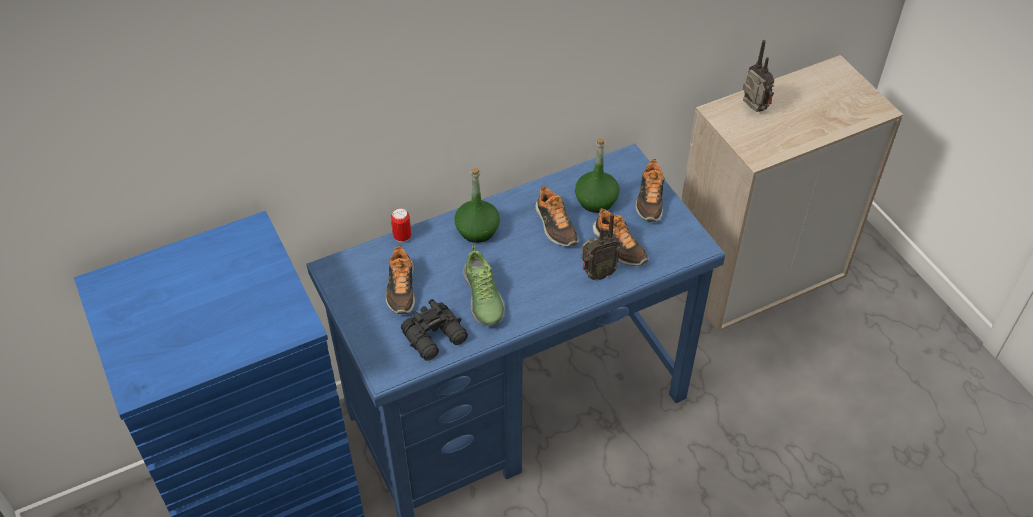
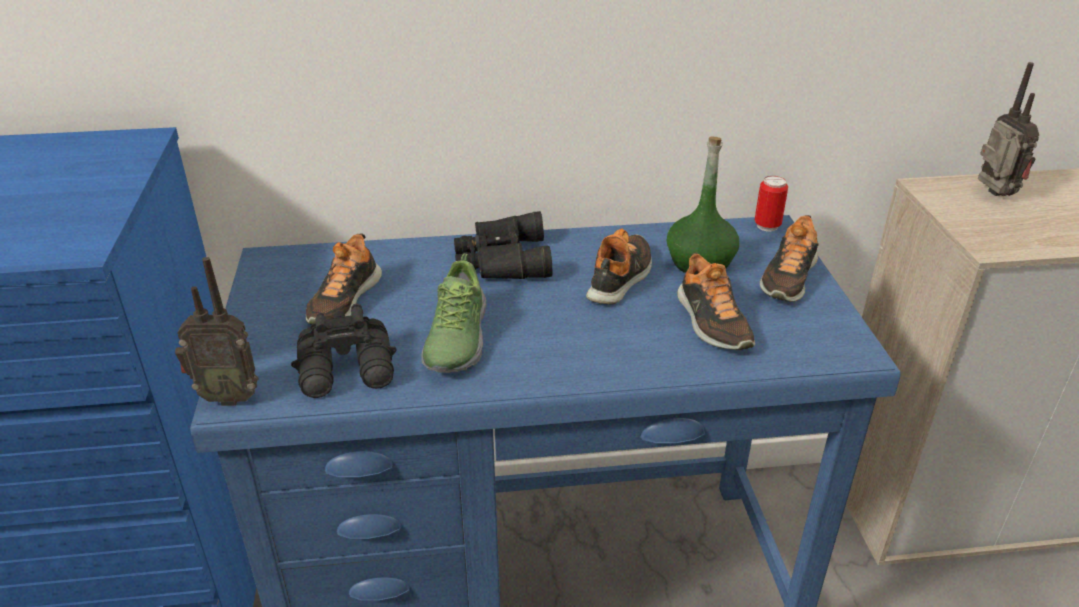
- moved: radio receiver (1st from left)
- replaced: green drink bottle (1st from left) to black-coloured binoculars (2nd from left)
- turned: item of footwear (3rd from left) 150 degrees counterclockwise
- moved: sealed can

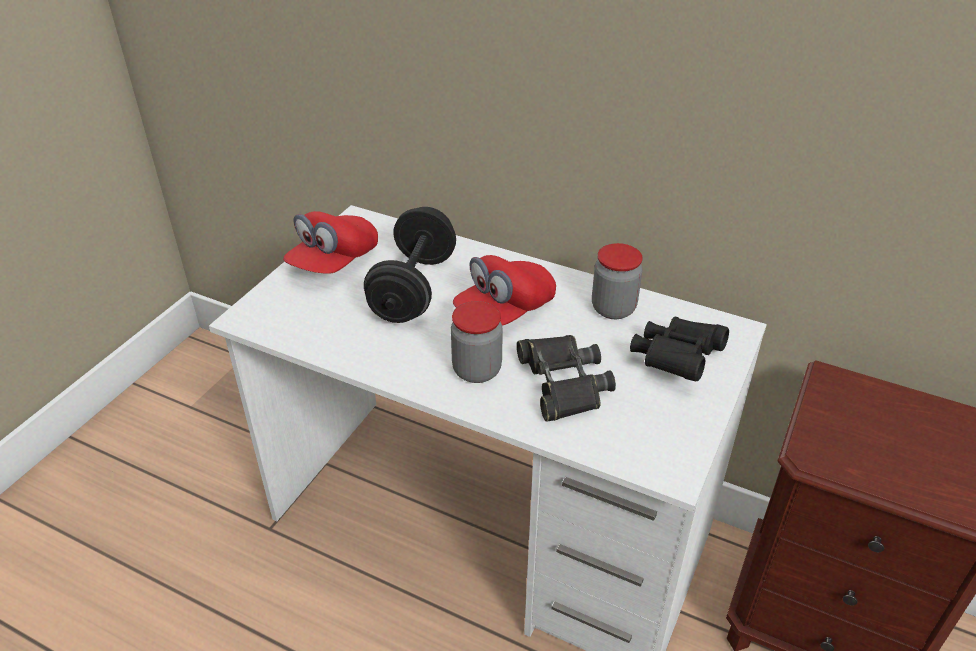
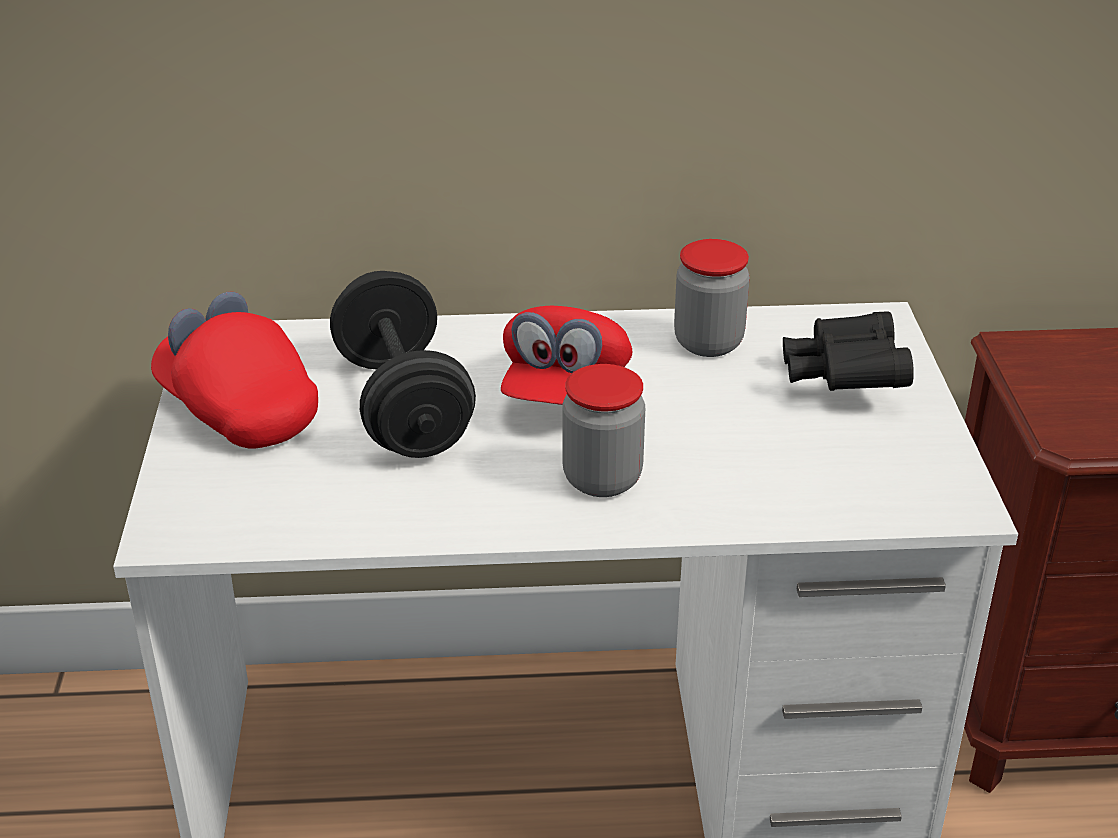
- turned: red baseball cap (1st from left) 135 degrees clockwise
- removed: black-coloured binoculars (1st from left)

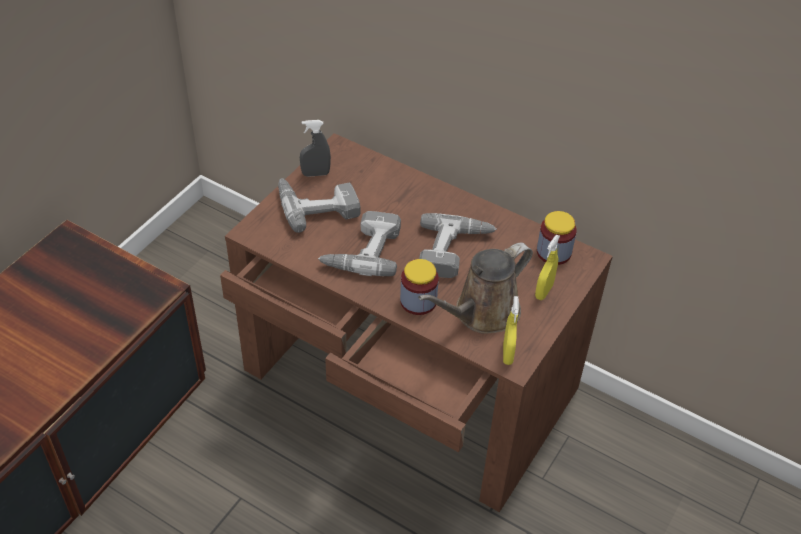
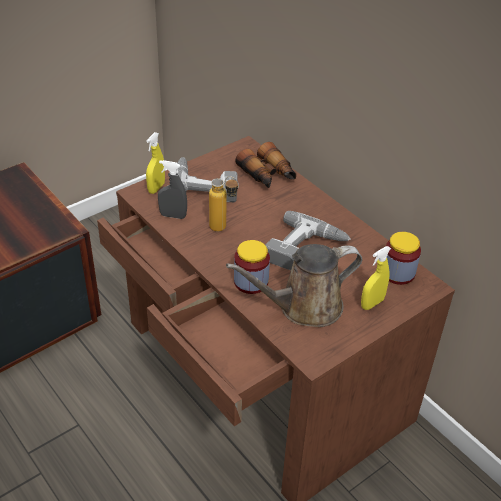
- moved: yellow-coloured spray bottle (1st from left)
- moved: grey spray bottle
- replaced: power drill (2nd from left) to drink bottle
- added: binoculars

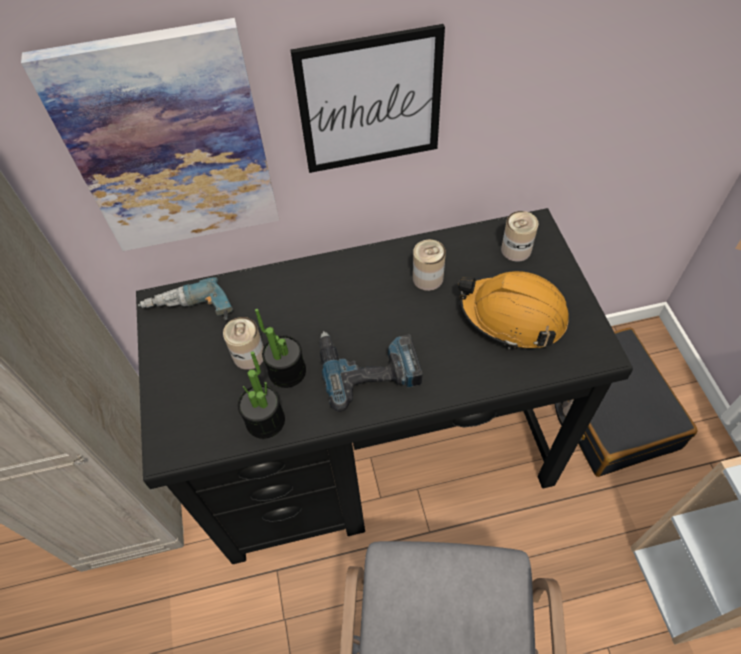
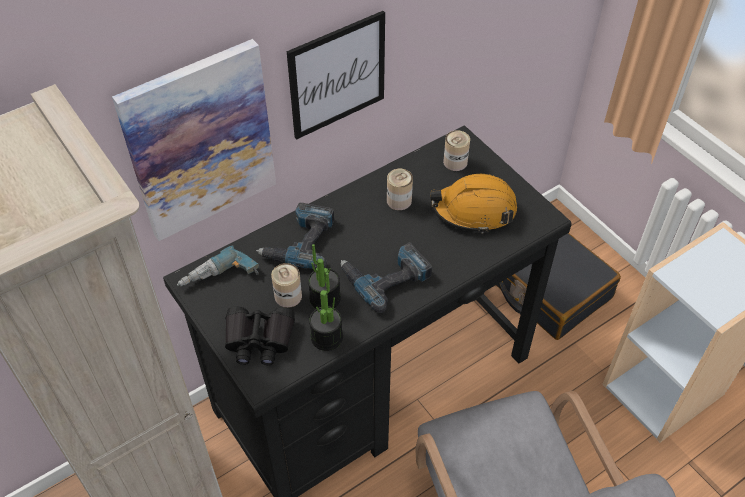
- added: black-coloured binoculars
- added: power drill (2nd from left)

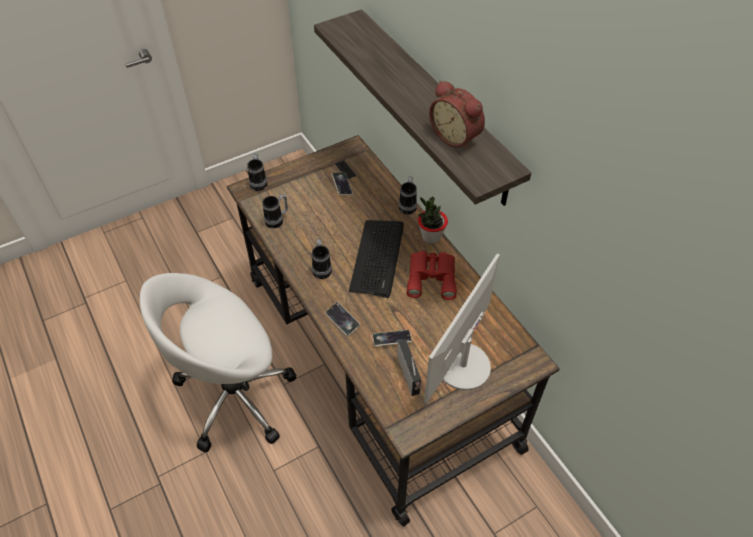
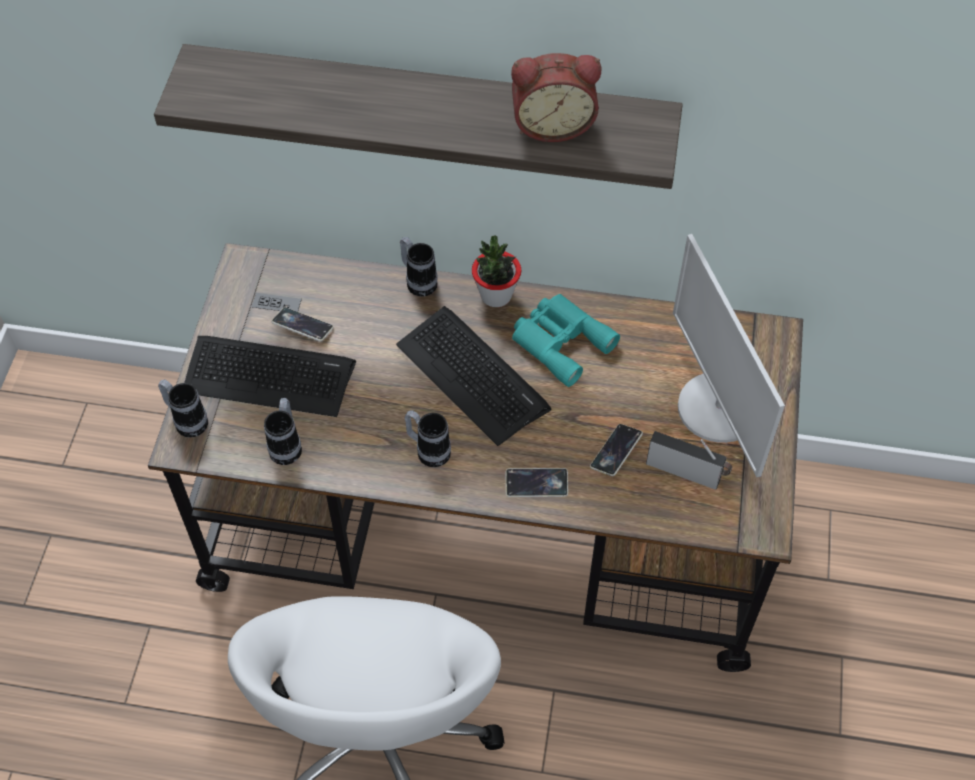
- added: keyboard (1st from left)
- recoloured: red binoculars to blue-green binoculars

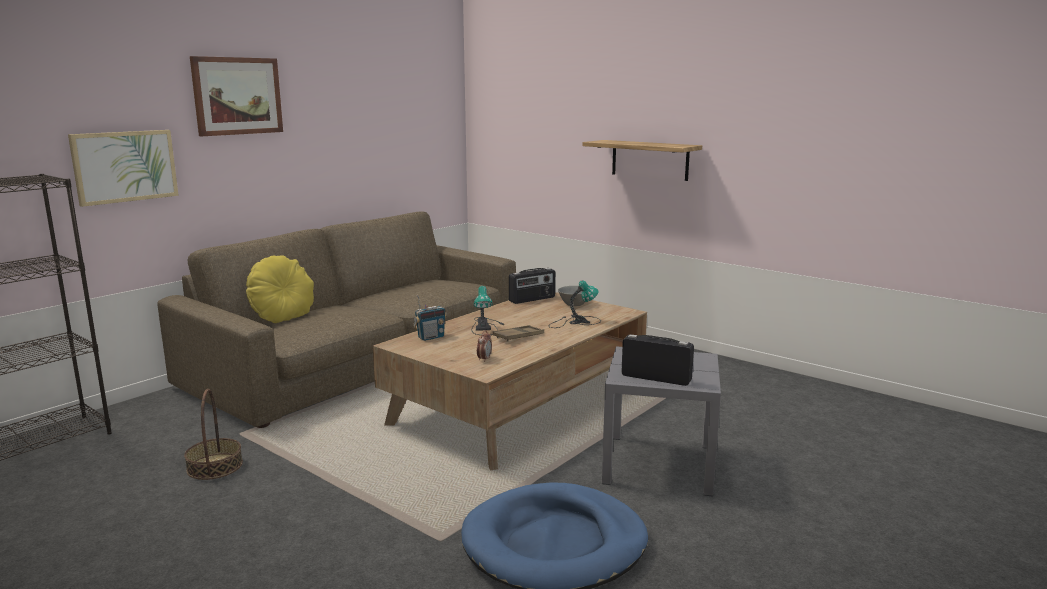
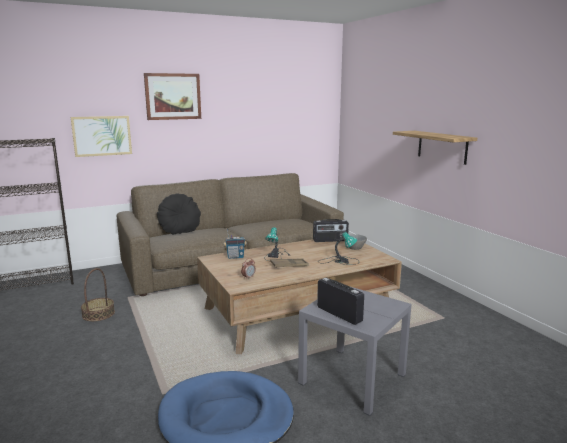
- recoloured: yellow-coloured cushion to black-coloured cushion

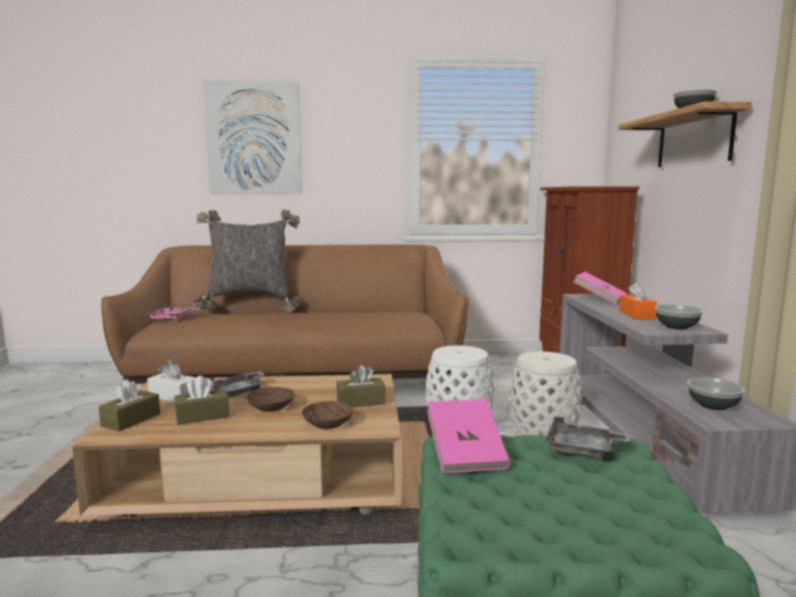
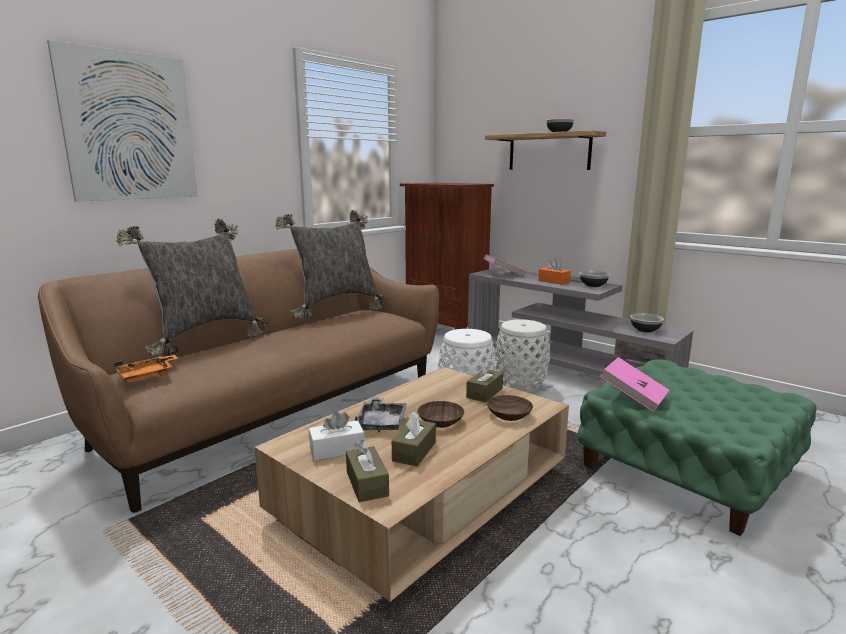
- recoloured: pinkish carrying tray to orange carrying tray
- added: cushion (2nd from left)
- removed: grey carrying tray (2nd from left)

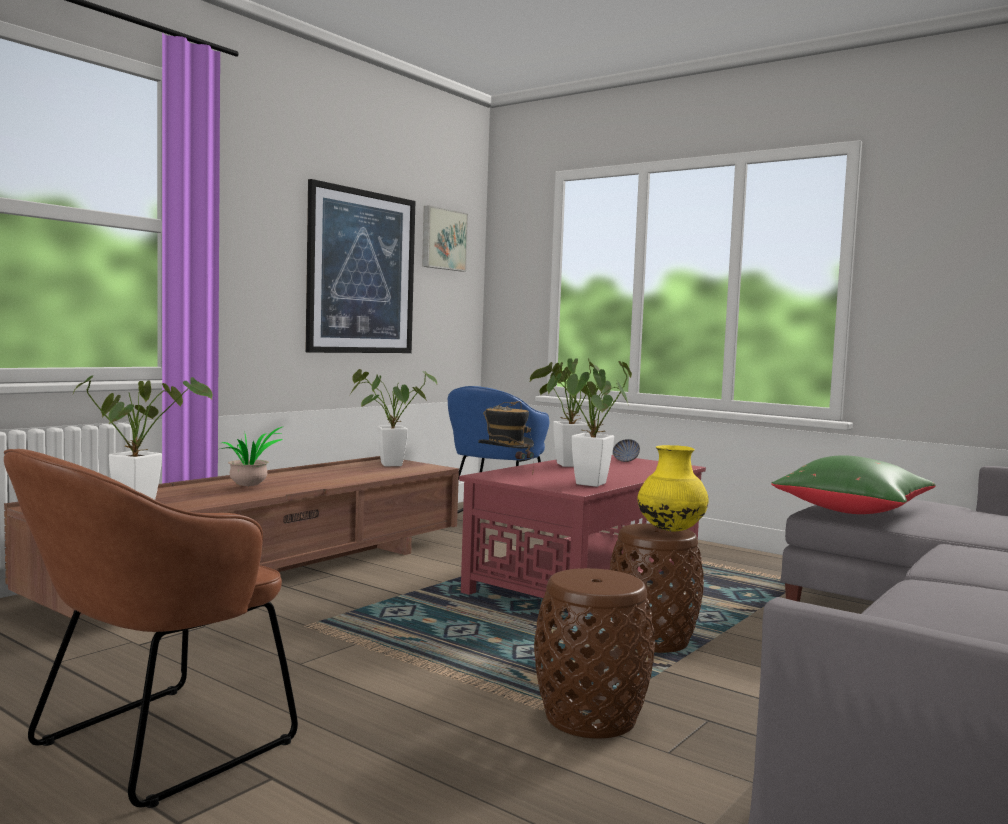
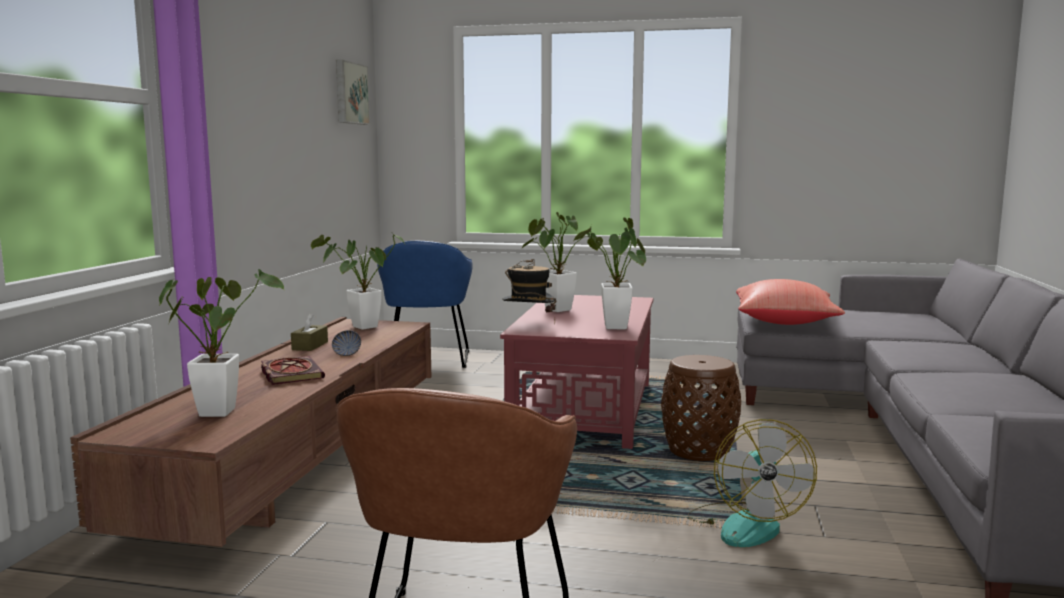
- replaced: houseplant (2nd from left) to book
- added: brown box of tissues
- moved: deep dish
- replaced: brown sitting stool (1st from left) to fan
- recoloured: green cushion to red cushion
- removed: picture (1st from left)
- removed: yellow-coloured decorative vase

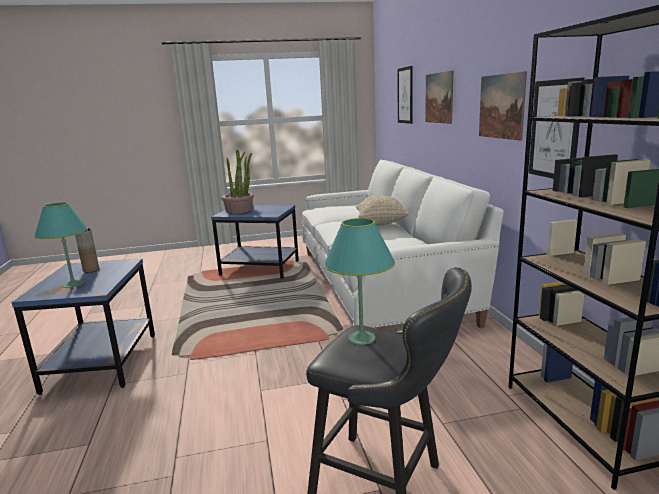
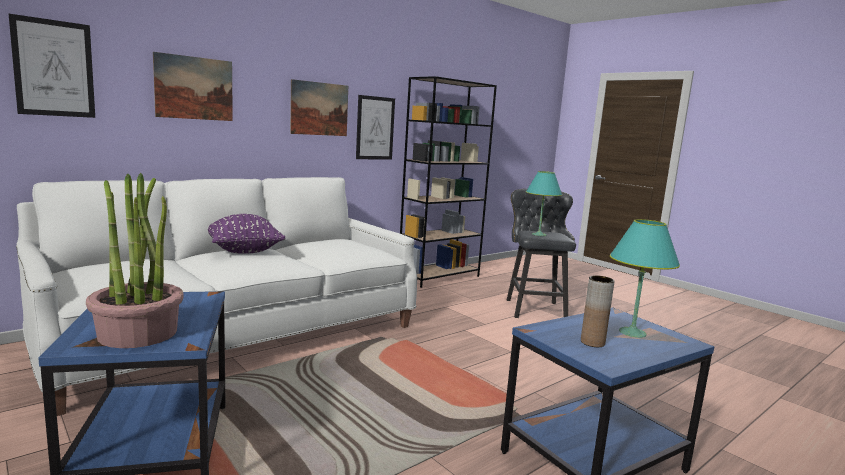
- recoloured: beige-coloured cushion to purple cushion

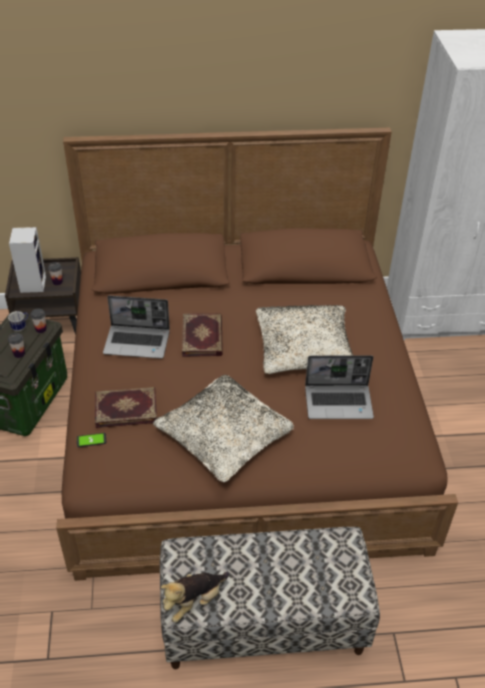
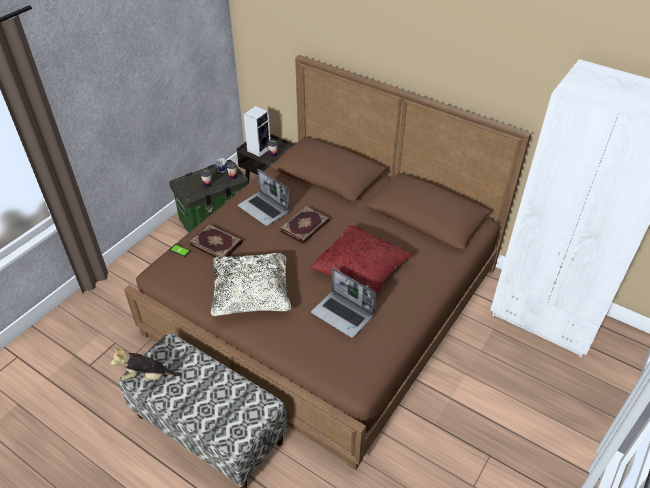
- recoloured: beige-coloured cushion (2nd from left) to red cushion

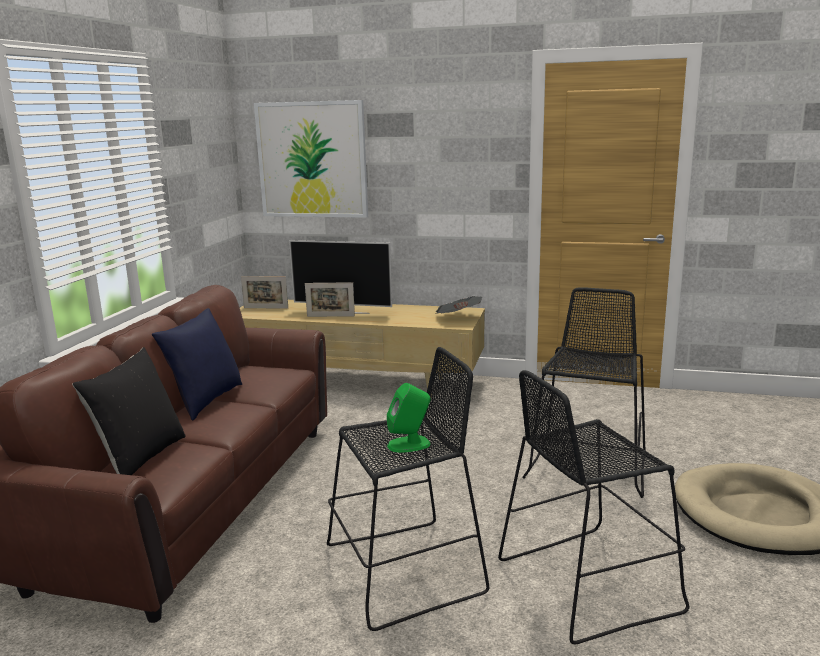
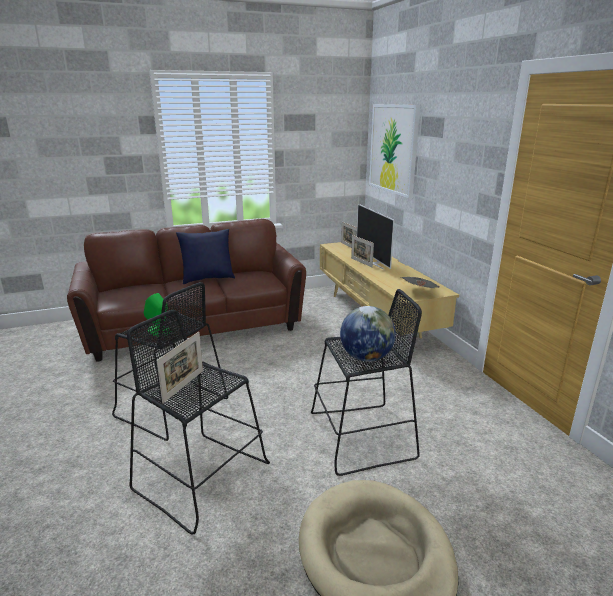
- added: standing frame (1st from left)
- added: world globe
- removed: black-coloured cushion

